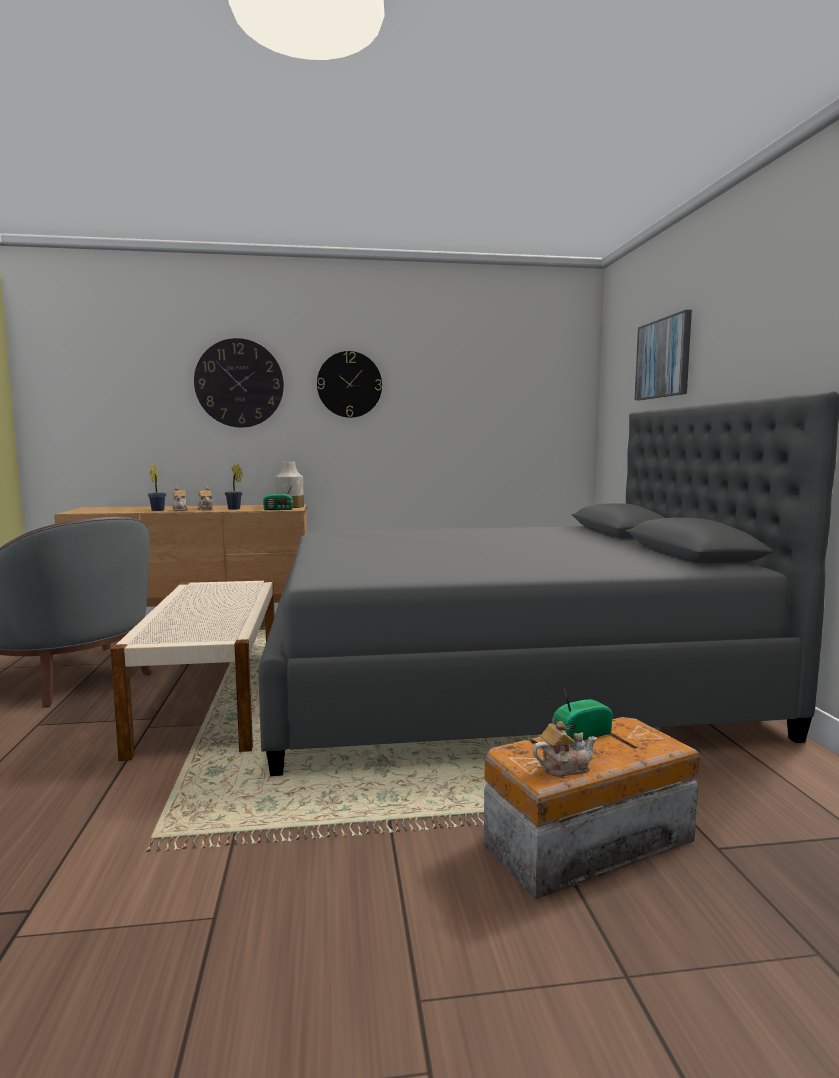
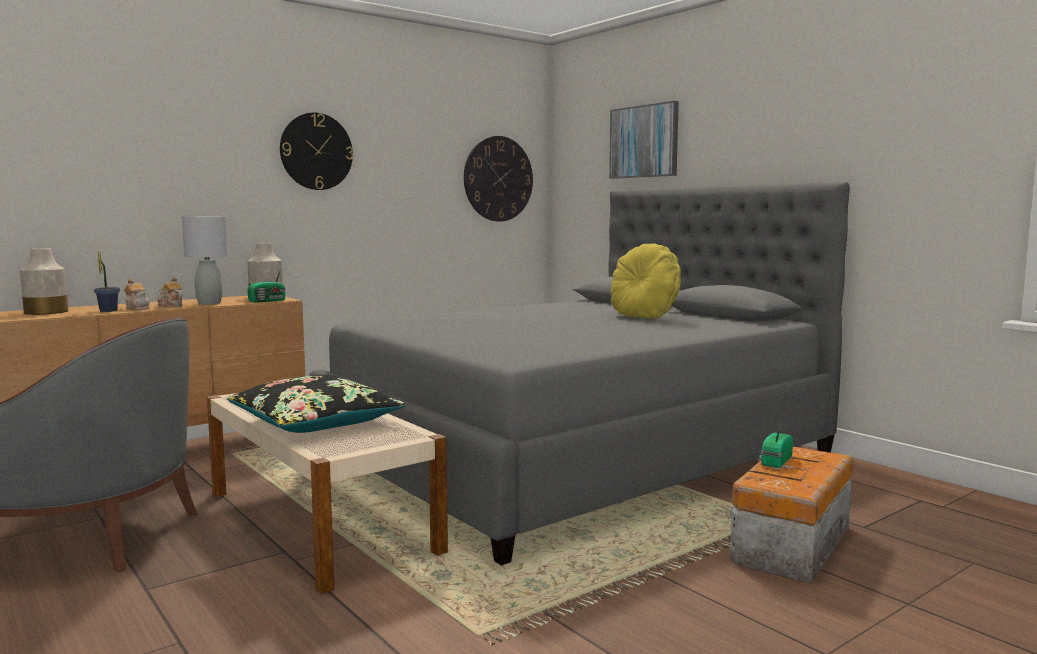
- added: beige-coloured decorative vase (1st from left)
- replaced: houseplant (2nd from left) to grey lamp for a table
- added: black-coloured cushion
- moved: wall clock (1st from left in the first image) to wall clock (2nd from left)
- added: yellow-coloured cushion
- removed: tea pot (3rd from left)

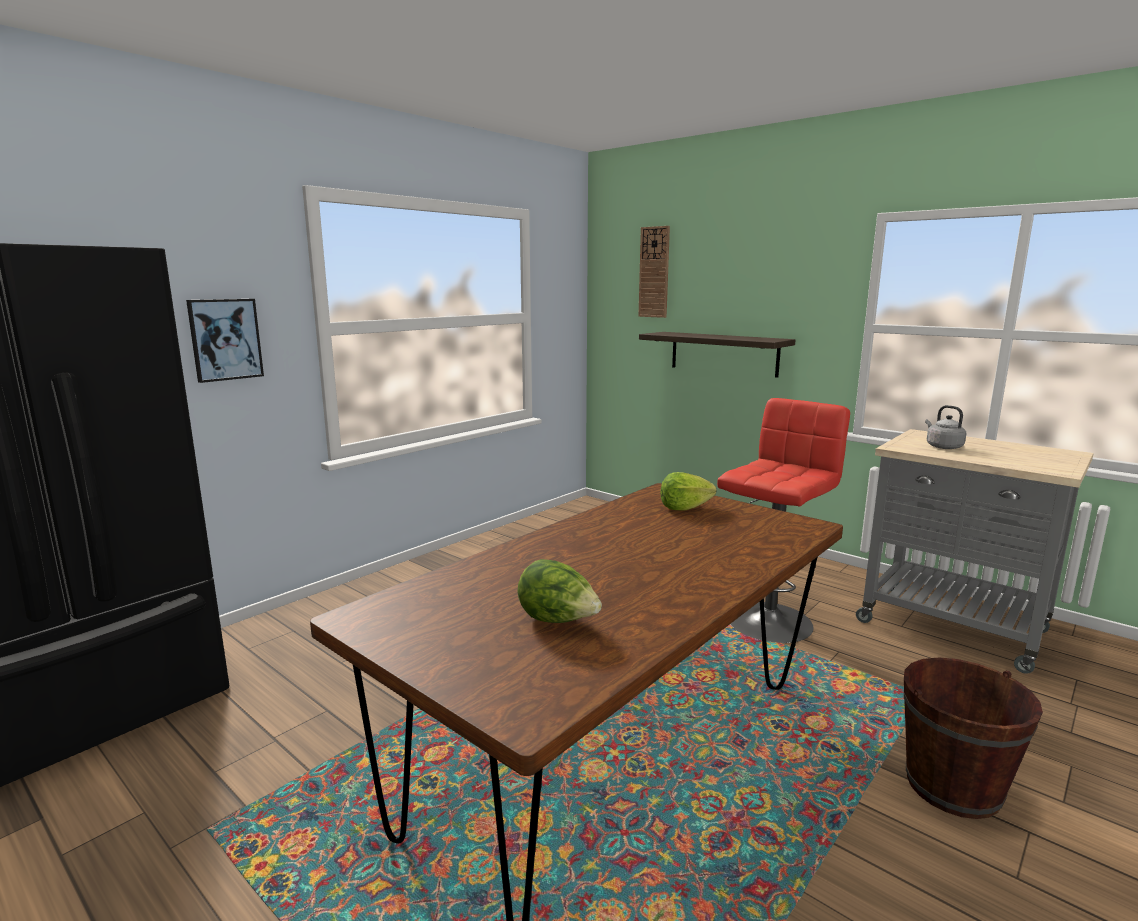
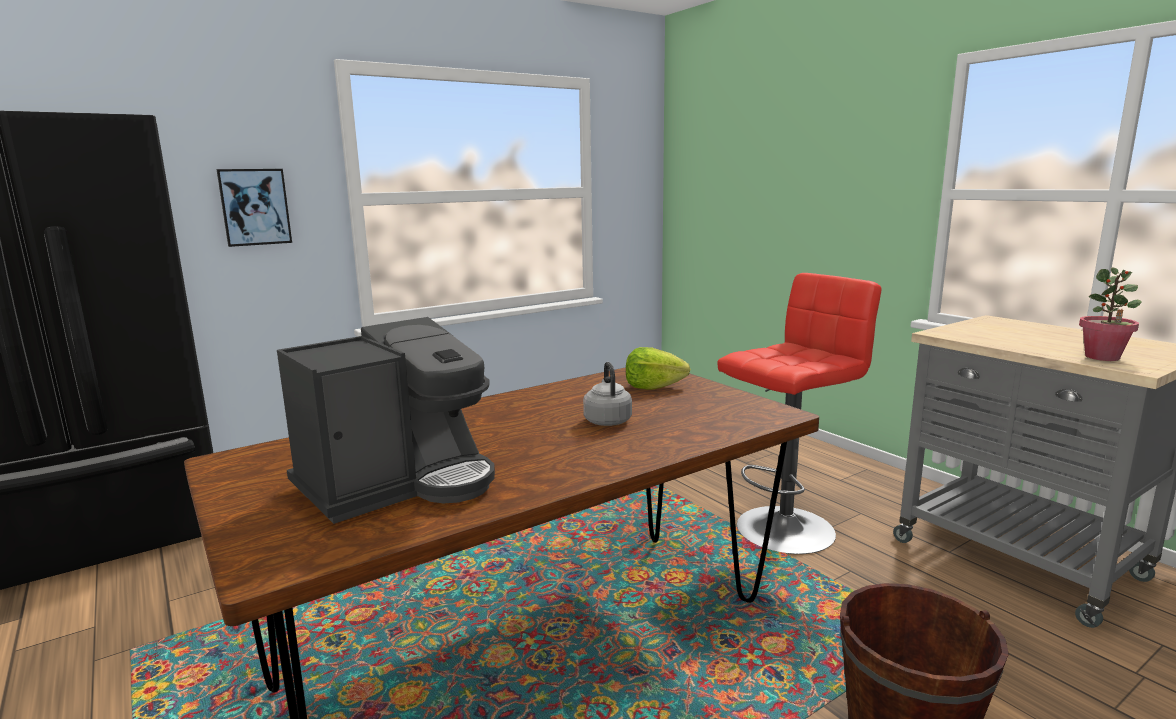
- replaced: lettuce head (1st from left) to coffee maker
- moved: grey water kettle
- added: houseplant
- removed: wall clock
- removed: wall shelf

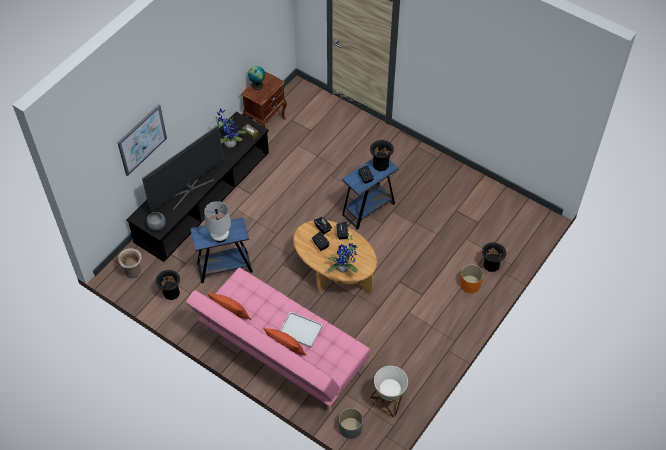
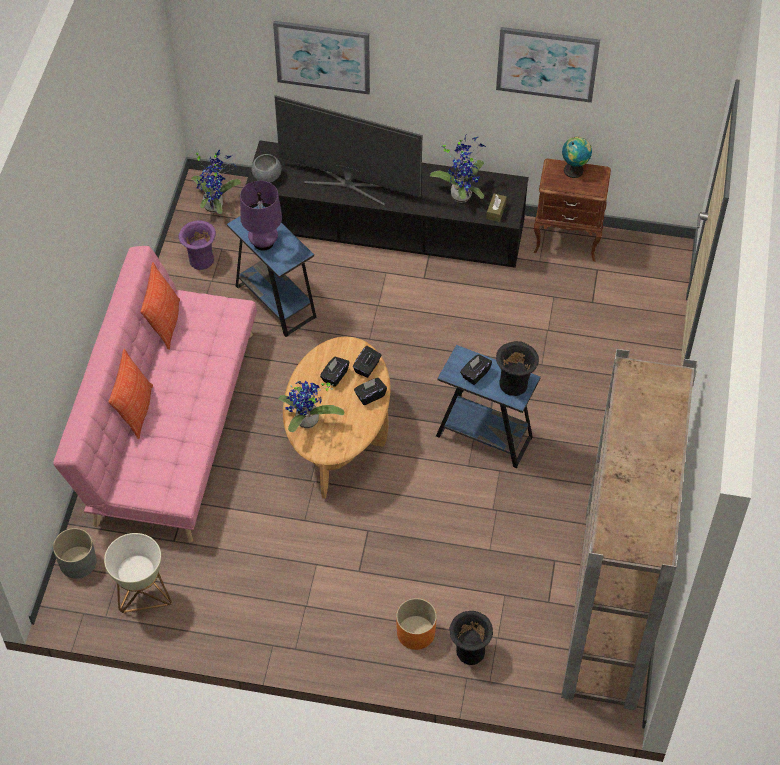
- recoloured: black-coloured decorative vase (1st from left) to purple decorative vase
- replaced: beige-coloured decorative vase to houseplant (1st from left)
- recoloured: white lamp for a table to purple lamp for a table
- added: picture (2nd from left)
- added: brown shelving unit
- removed: white carrying tray

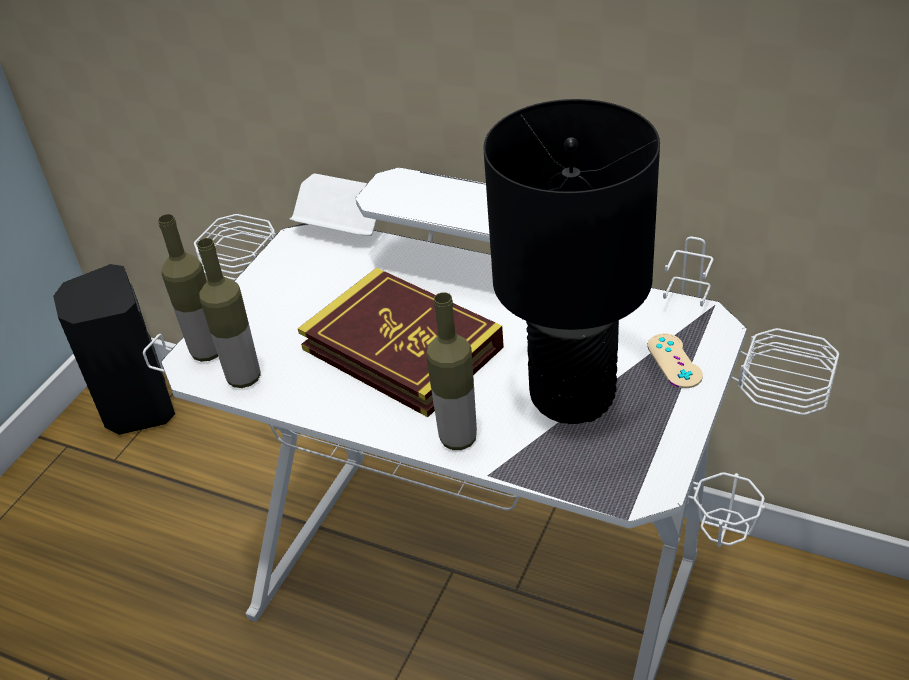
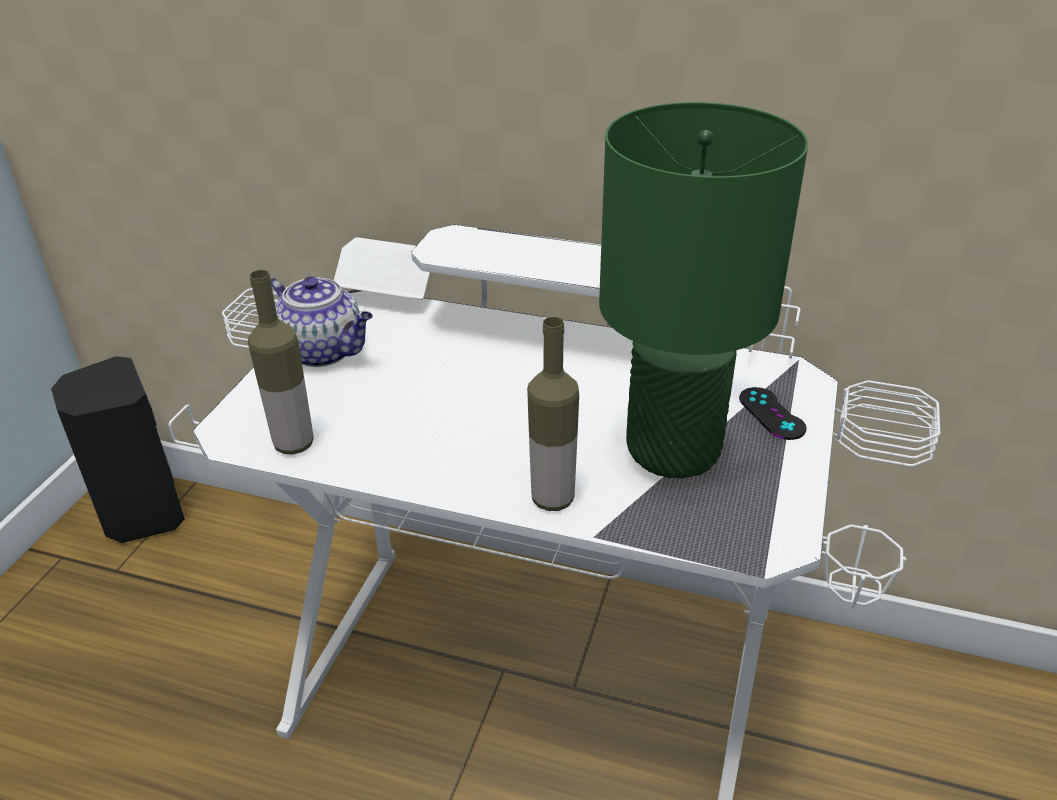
- added: tea pot
- recoloured: black-coloured lamp for a table to green lamp for a table
- recoloured: beige-coloured game controller to black-coloured game controller
- removed: drink bottle (1st from left)
- removed: book

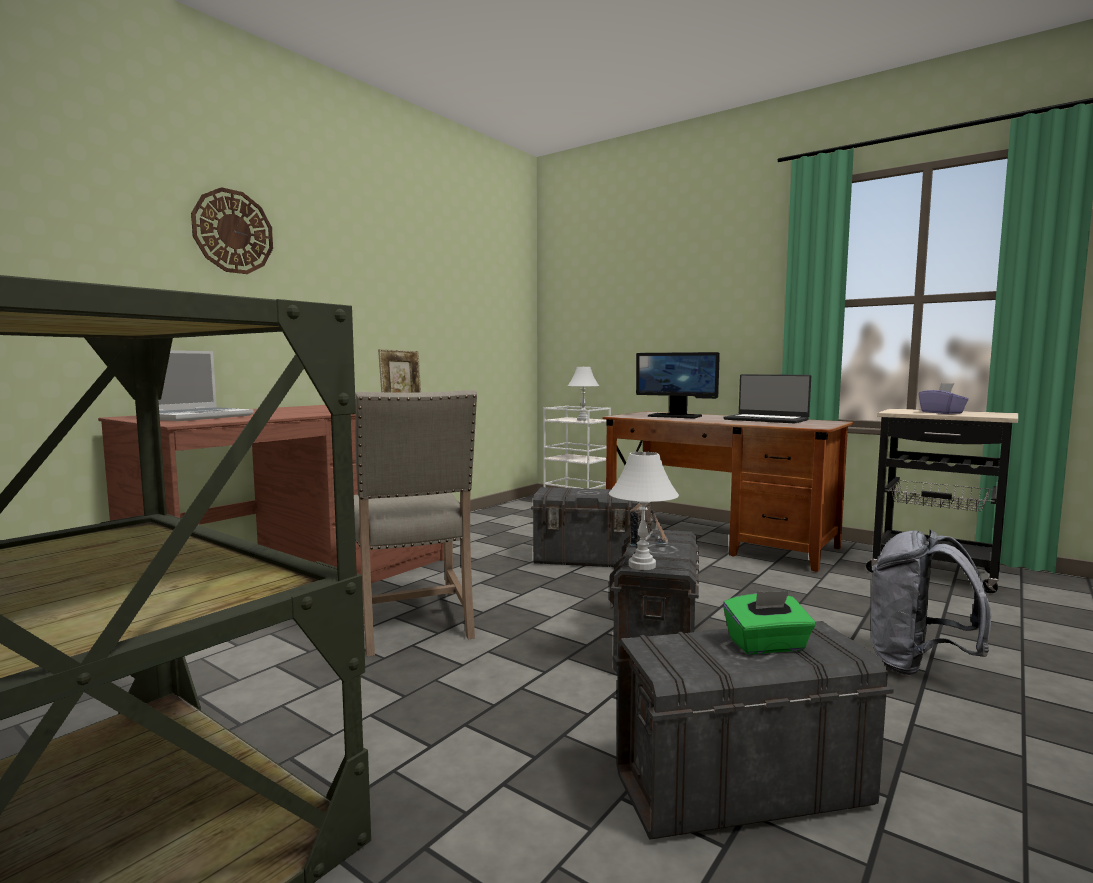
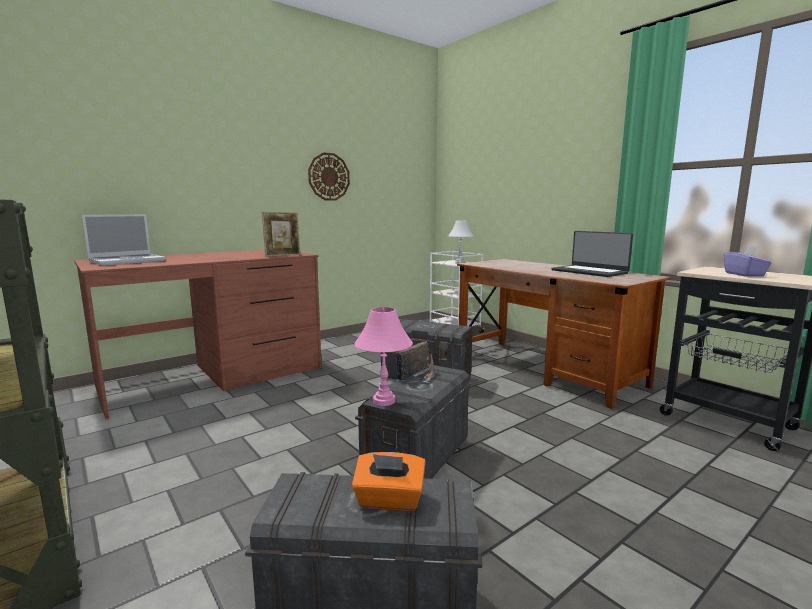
- moved: wall clock
- recoloured: green box of tissues to orange box of tissues
- recoloured: white lamp for a table (2nd from left) to pinkish lamp for a table
- removed: beige-coloured chair
- removed: monitor
- removed: grey backpack

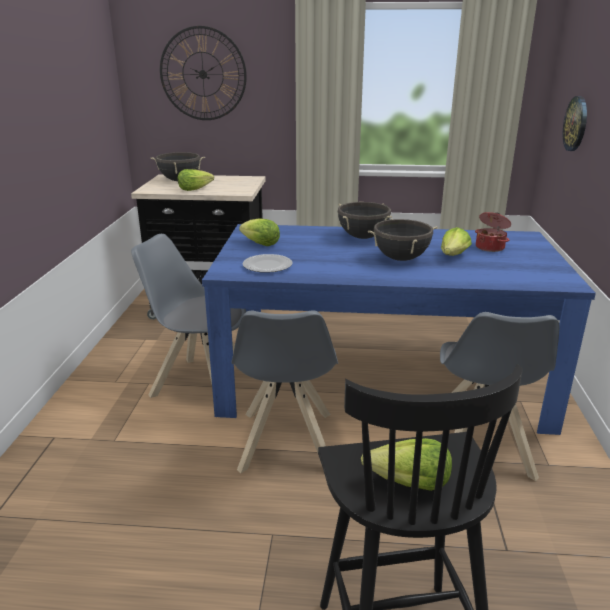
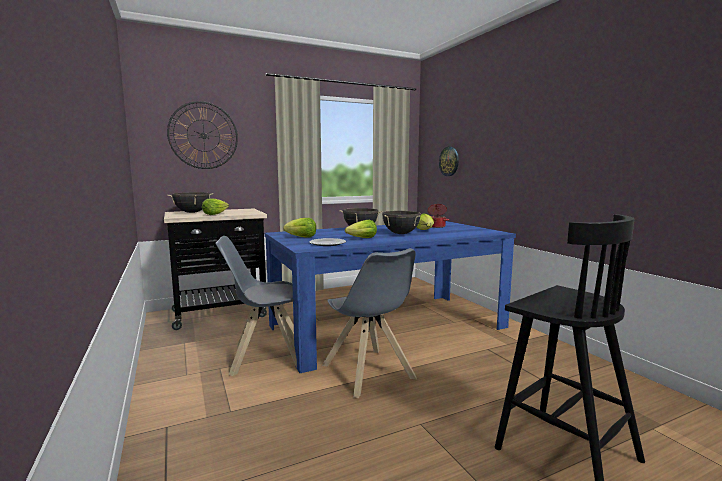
- moved: lettuce head (3rd from left)
- removed: grey chair (3rd from left)

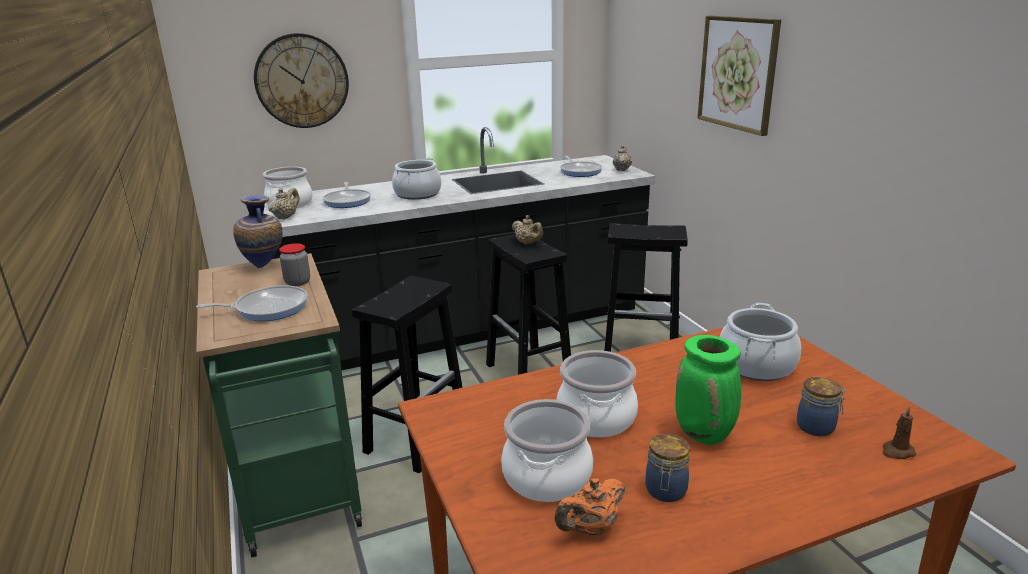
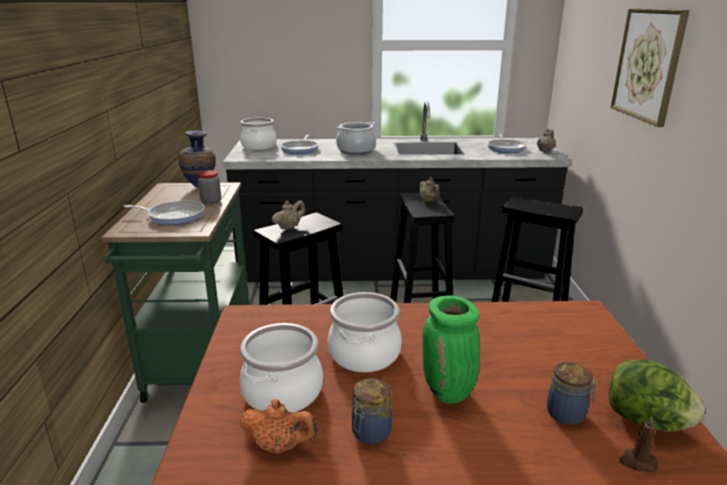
- turned: orange tea pot 150 degrees counterclockwise
- moved: beige-coloured tea pot (1st from left)
- added: lettuce head
- removed: wall clock
- removed: cooking pot (5th from left)

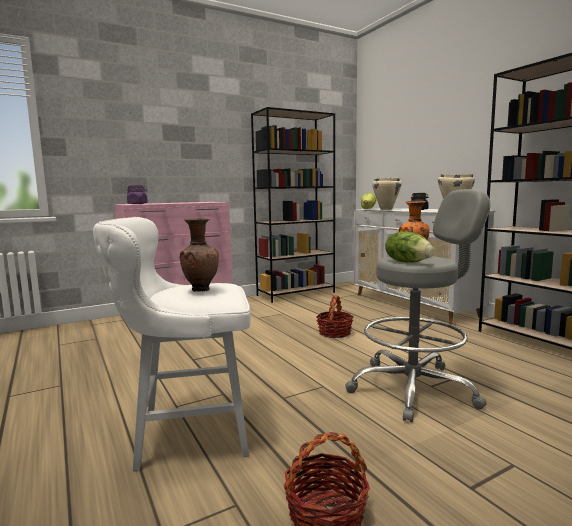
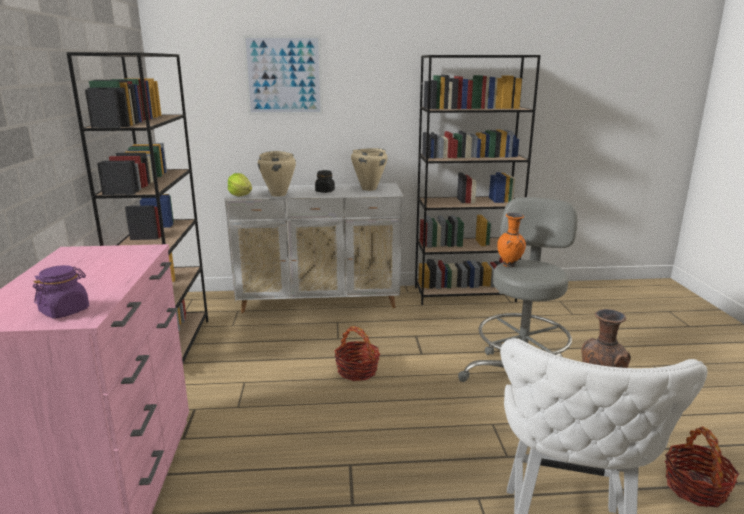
- added: picture
- removed: lettuce head (2nd from left)

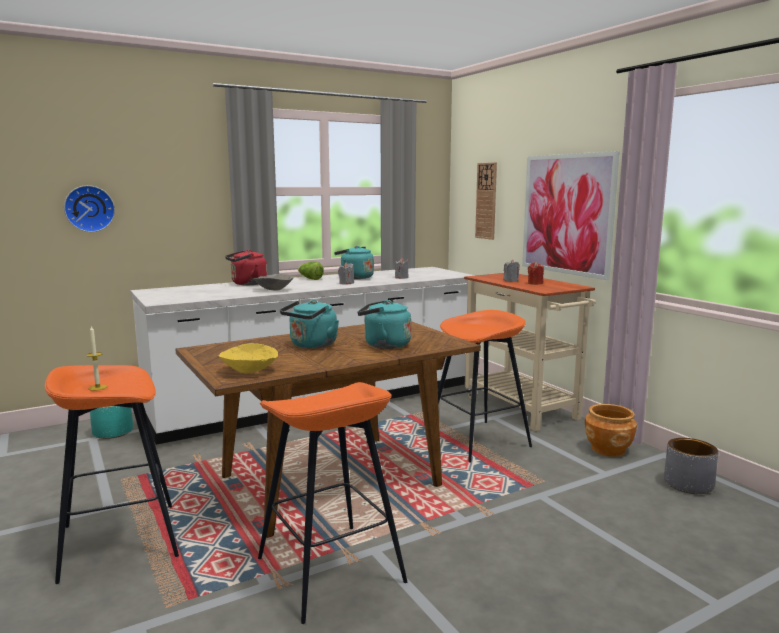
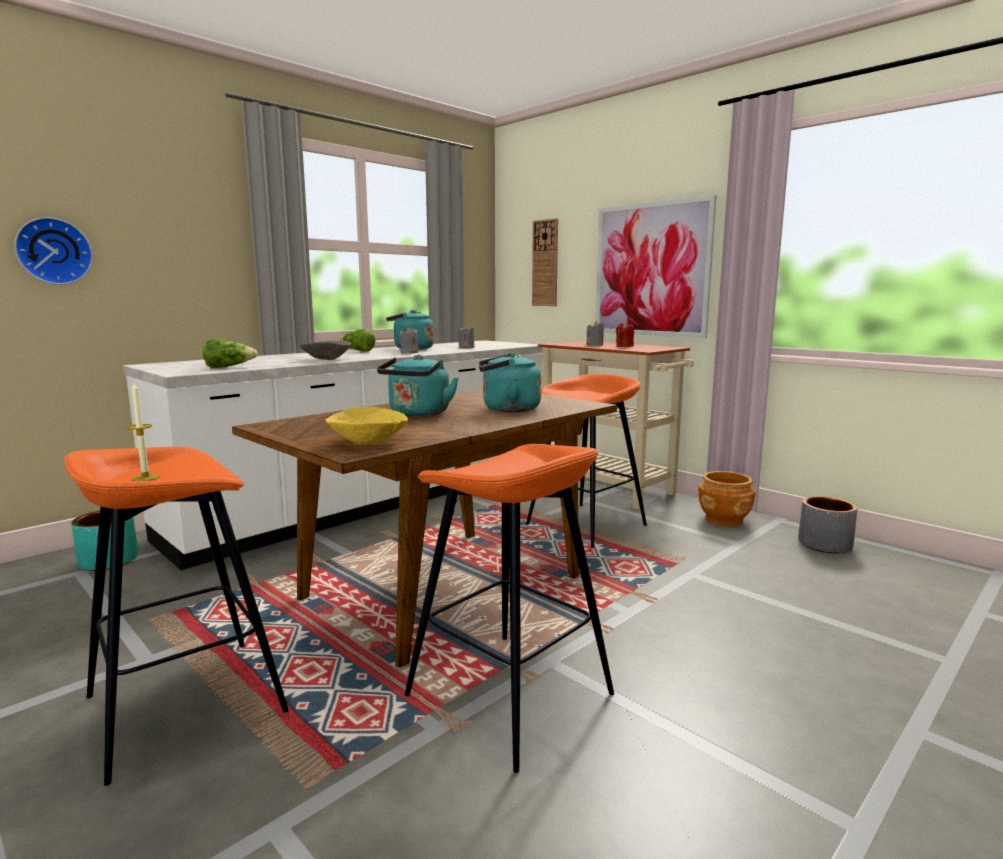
- added: lettuce head (1st from left)
- removed: red water kettle

